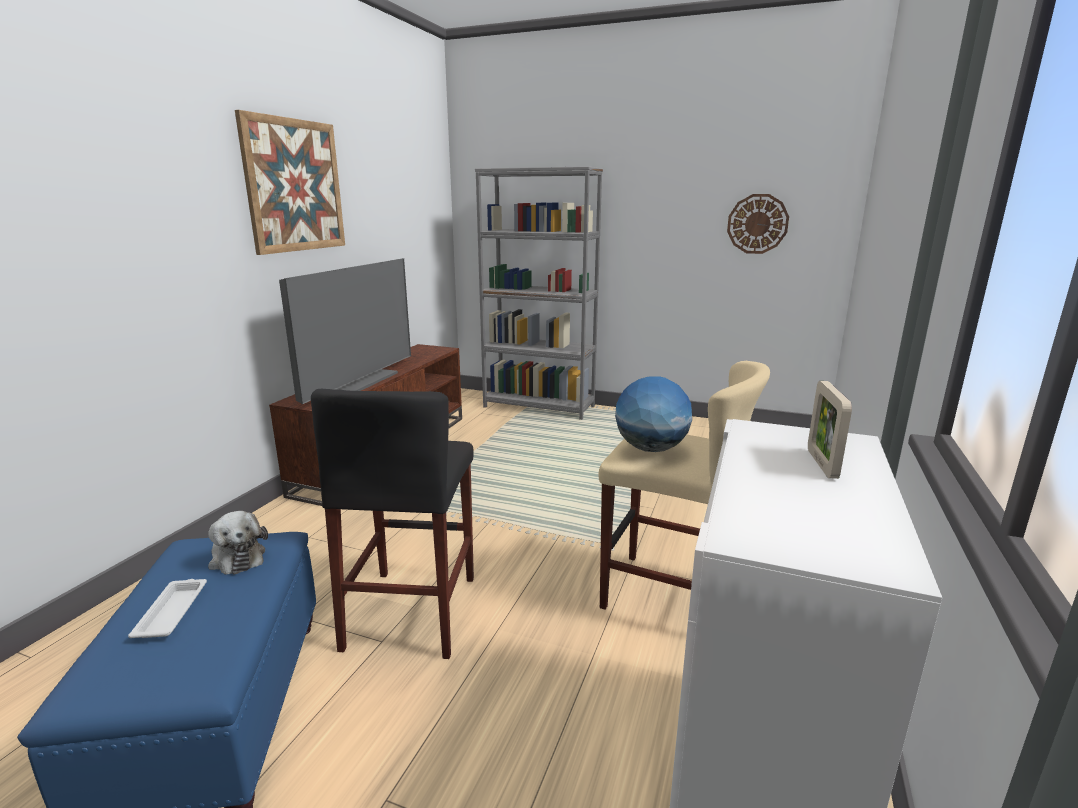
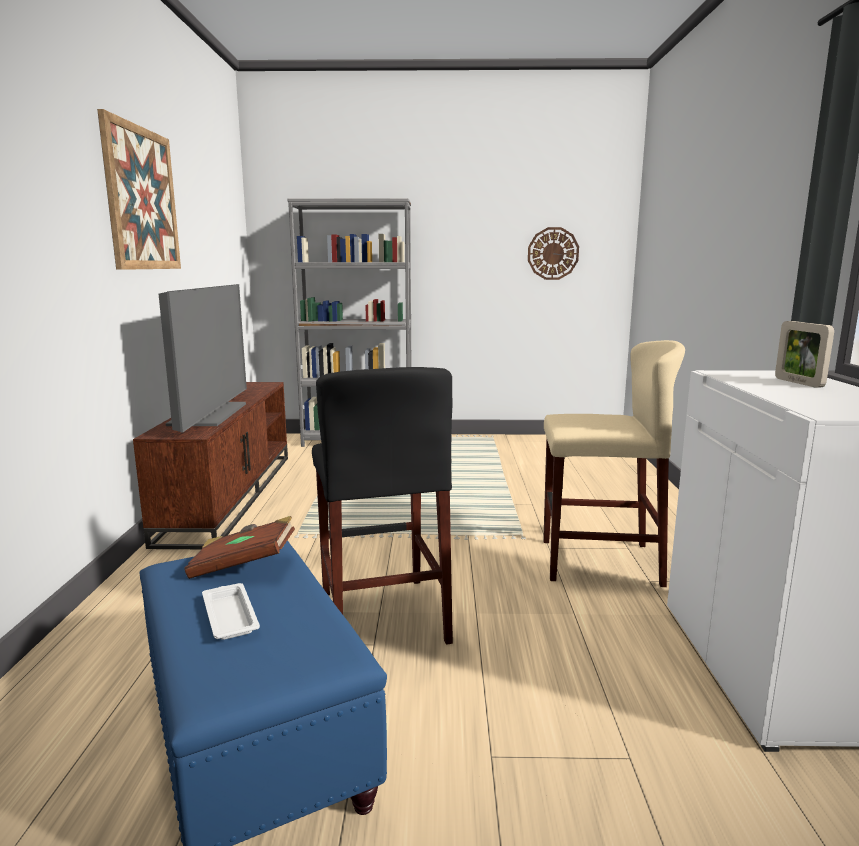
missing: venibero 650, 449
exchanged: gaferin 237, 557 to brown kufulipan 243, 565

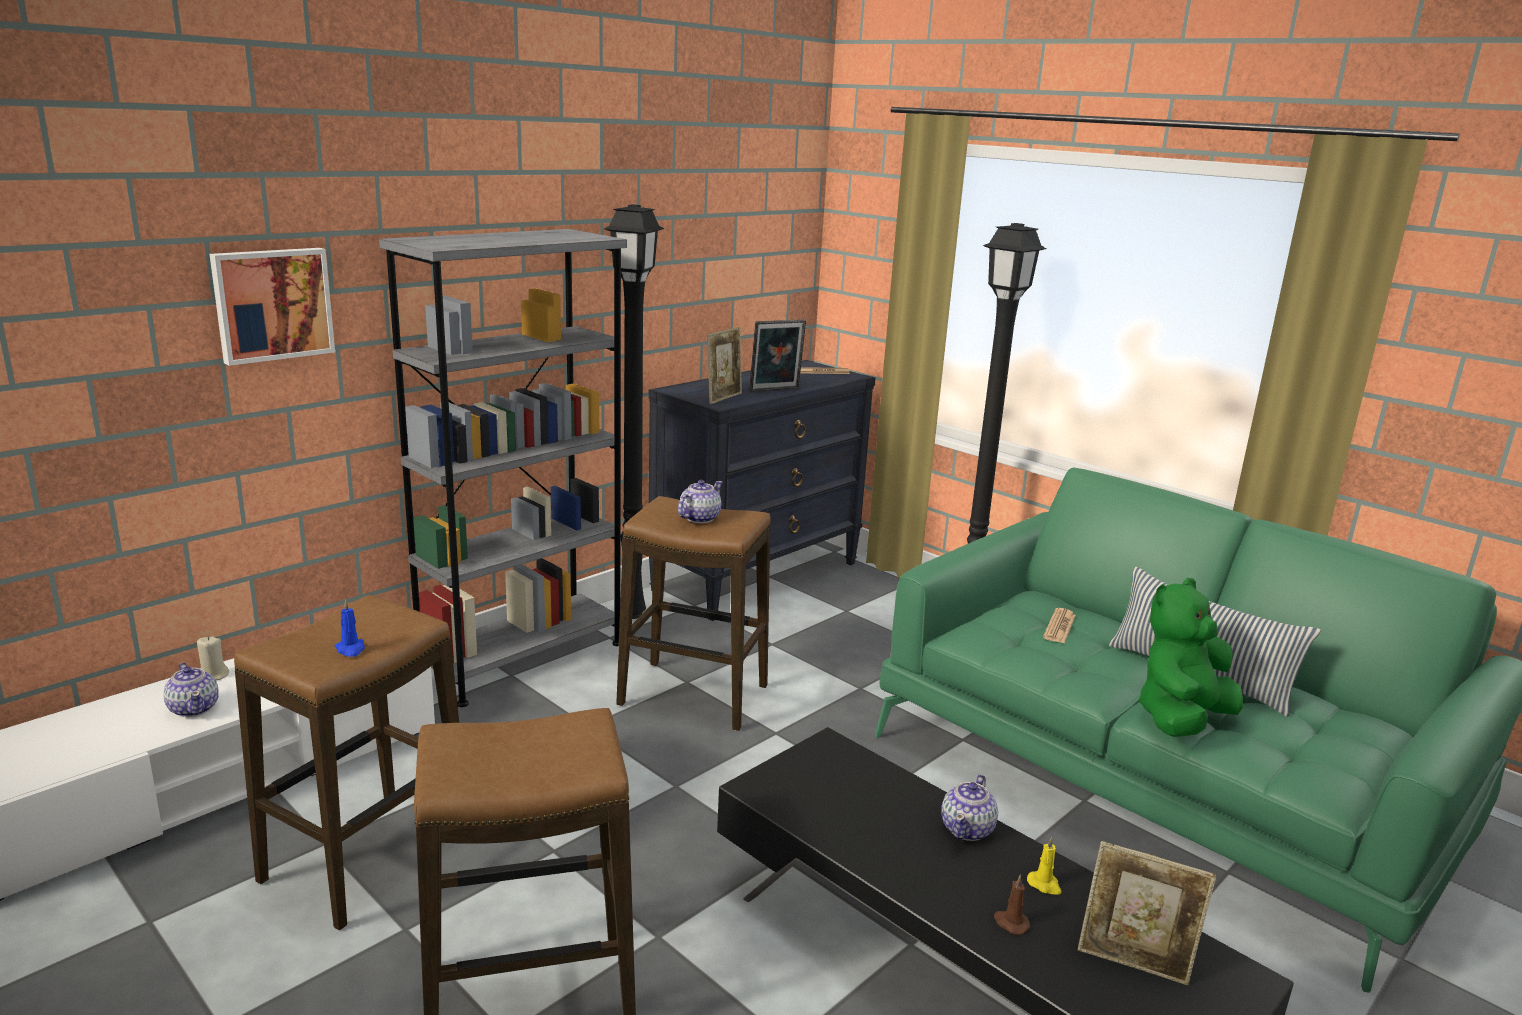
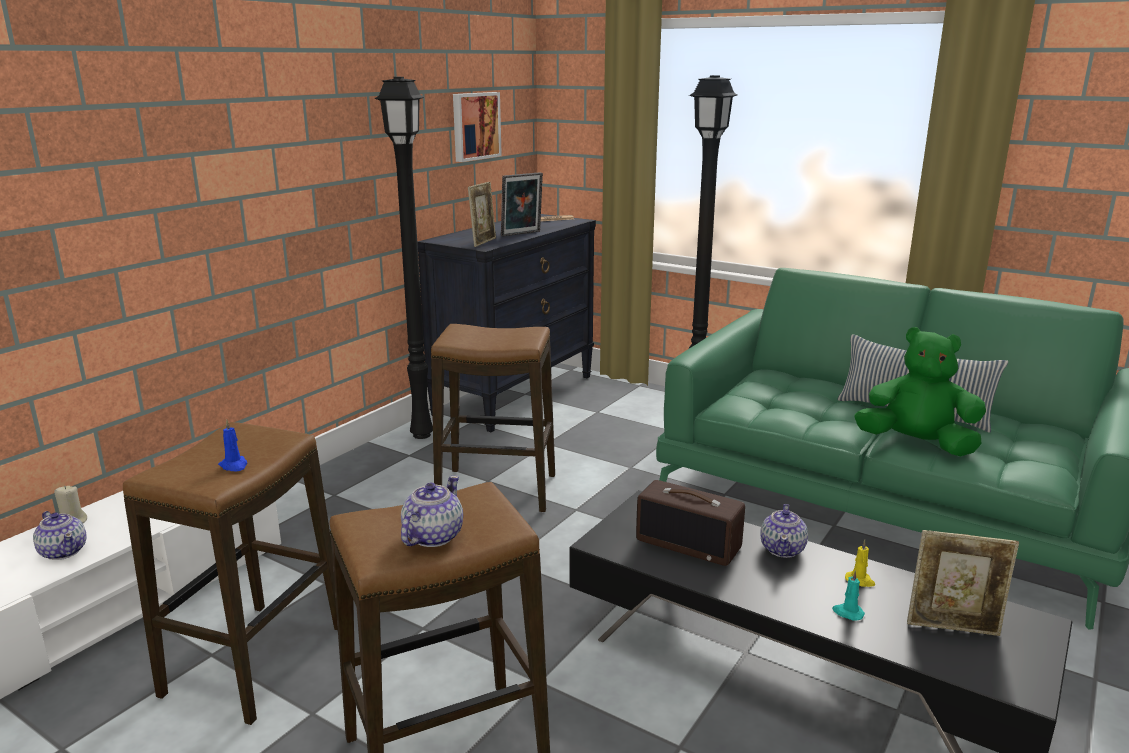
missing: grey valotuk 522, 658; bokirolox 1059, 626
appeared: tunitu 689, 543
relocated: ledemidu 272, 304 to 475, 126; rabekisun 699, 518 to 432, 536
colour: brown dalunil 1010, 923 to turquoise dalunil 847, 613
spun: green gaferin 1181, 720 = 916, 444 75 degrees clockwise

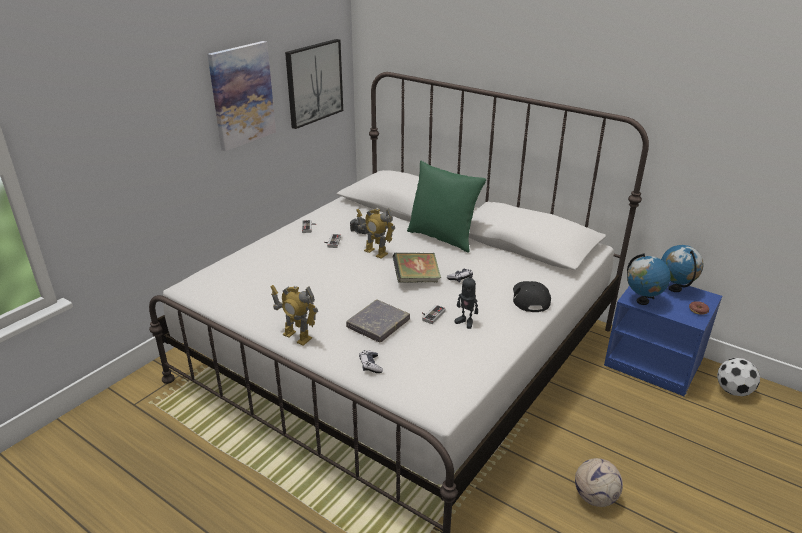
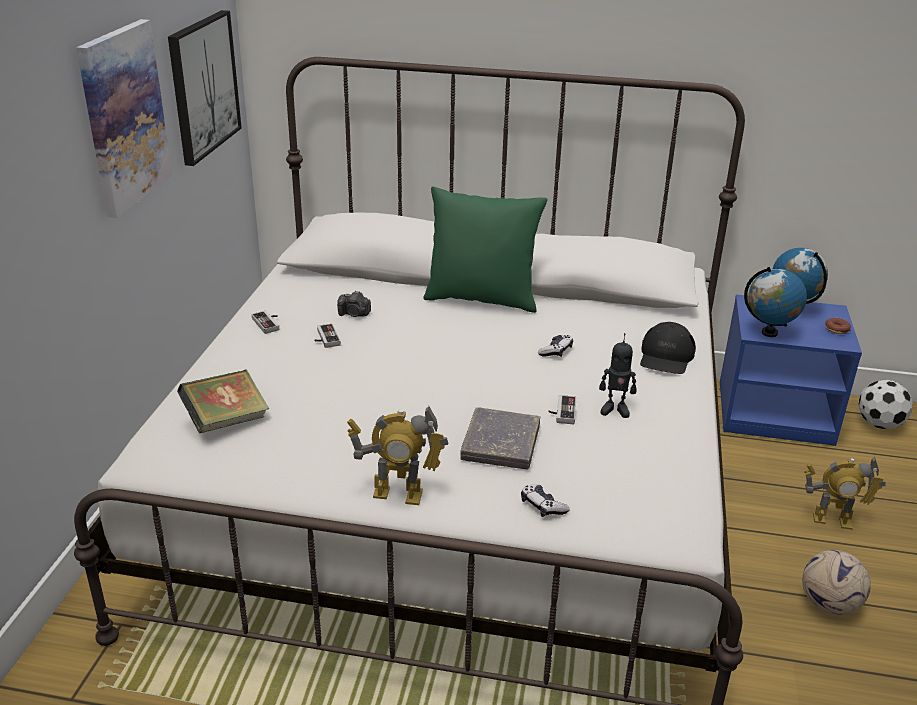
relocated: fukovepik 375, 252 to 832, 520; kufulipan 416, 280 to 226, 421
spun: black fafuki 530, 298 = 666, 357 135 degrees counterclockwise

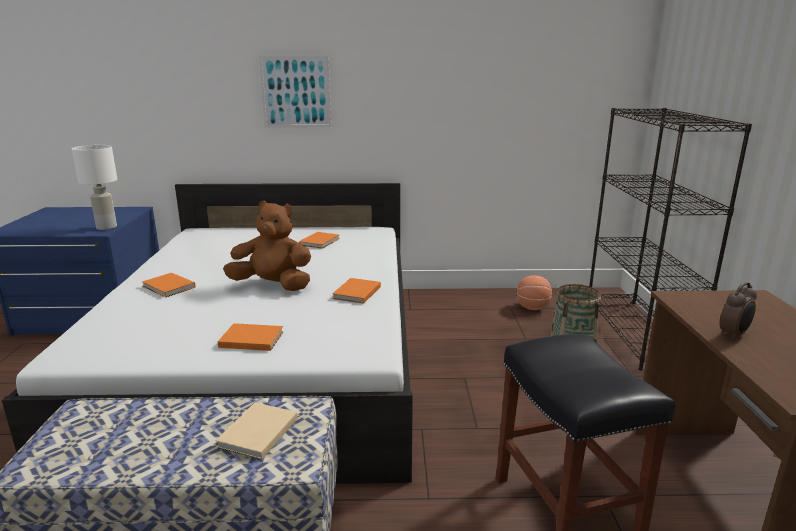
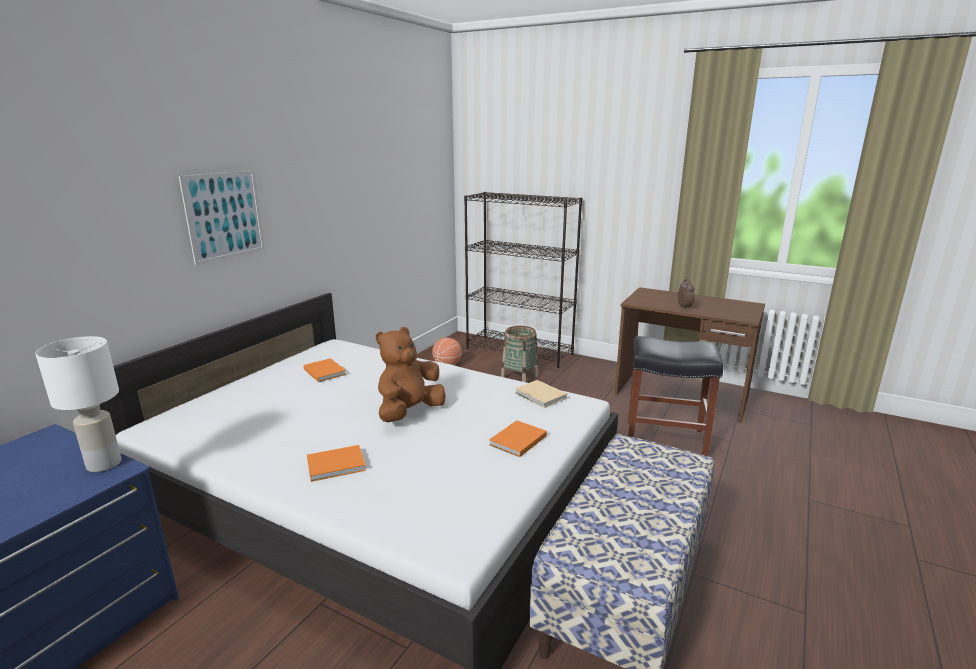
missing: orange kufulipan 355, 293
relocated: beige kufulipan 256, 433 to 541, 396

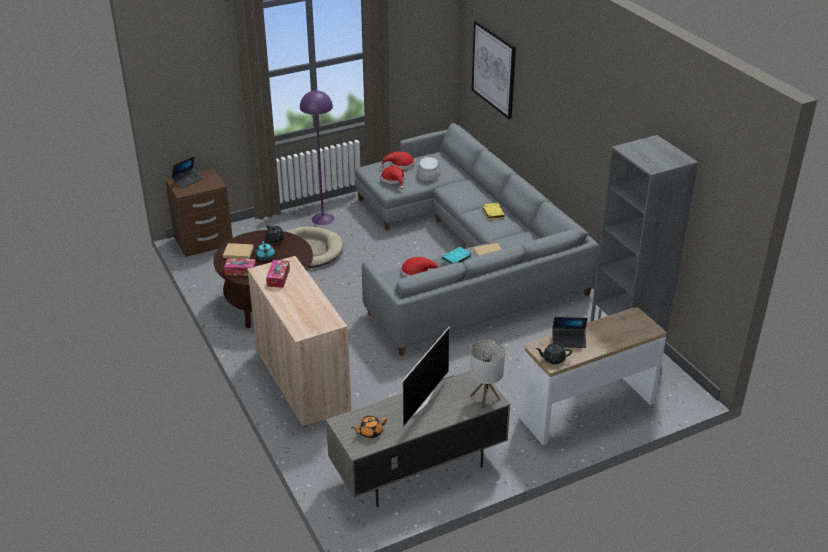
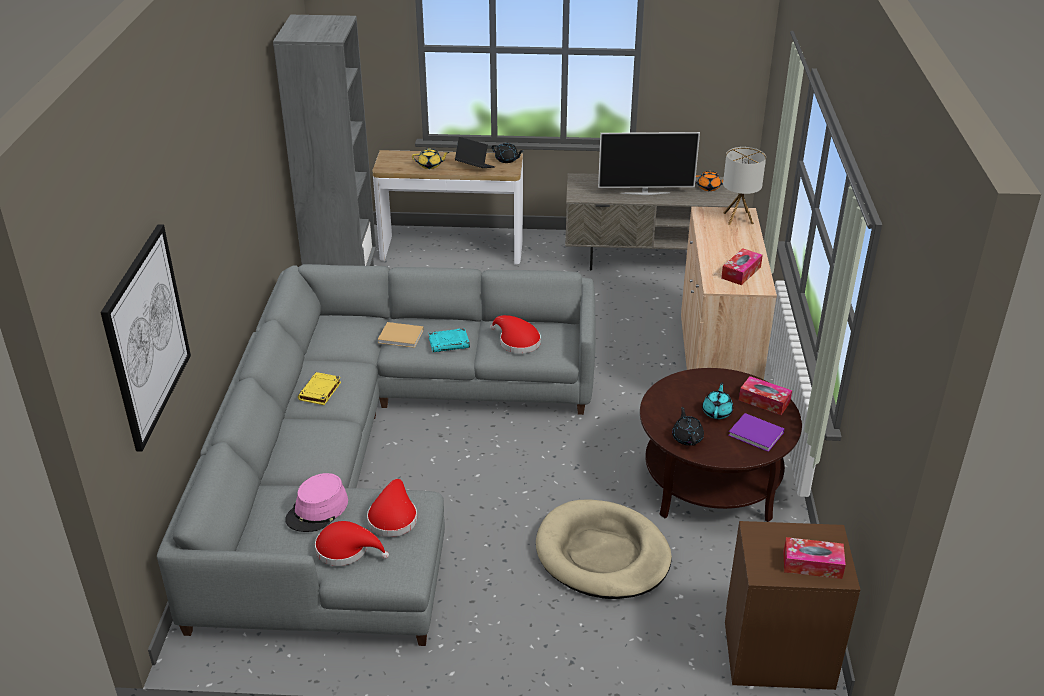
missing: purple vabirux 323, 218
appeared: yellow rabekisun 430, 165
relocated: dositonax 485, 398 to 738, 218
exchanged: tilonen 188, 180 to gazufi 812, 564
colour: beige kufulipan 237, 252 to purple kufulipan 757, 434; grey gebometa 428, 172 to pink gebometa 317, 510
spun: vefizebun 422, 403 = 645, 192 150 degrees counterclockwise

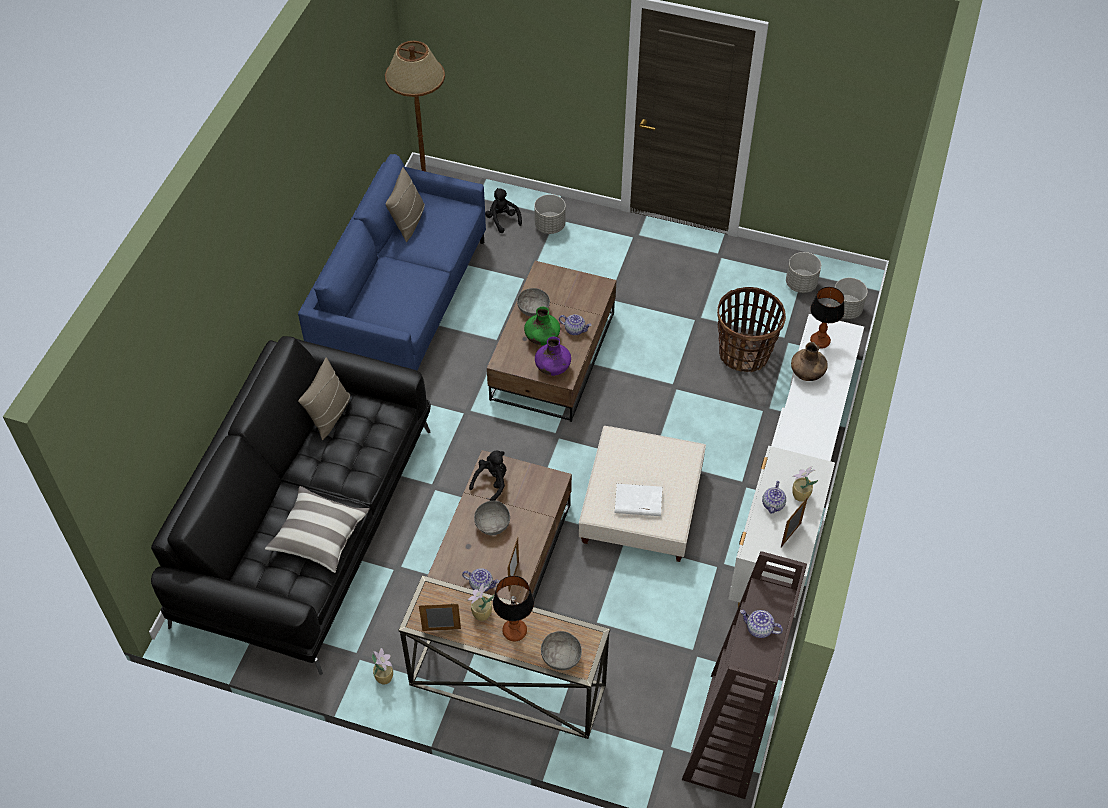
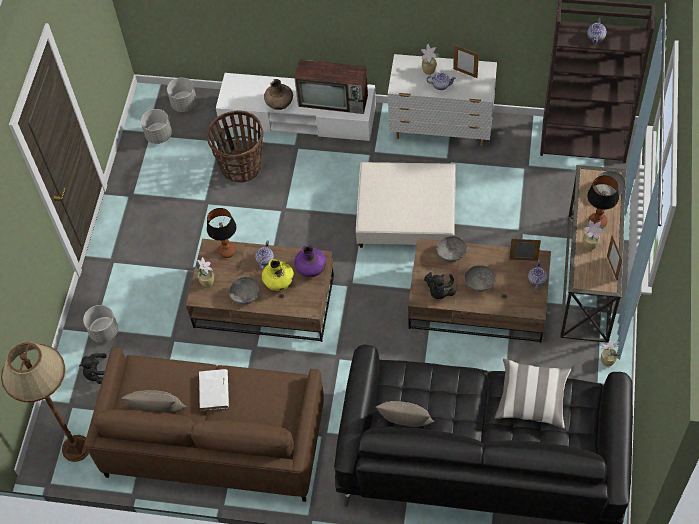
appeared: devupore 207, 281; vefizebun 334, 101; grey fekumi 451, 254
relocated: white kufulipan 637, 502 to 214, 391; dositonax 820, 341 to 227, 251
colour: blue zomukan 402, 301 to brown zomukan 214, 439; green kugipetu 542, 338 to yellow kugipetu 279, 282
spun: black gaferin 492, 482 = 439, 291 105 degrees counterclockwise

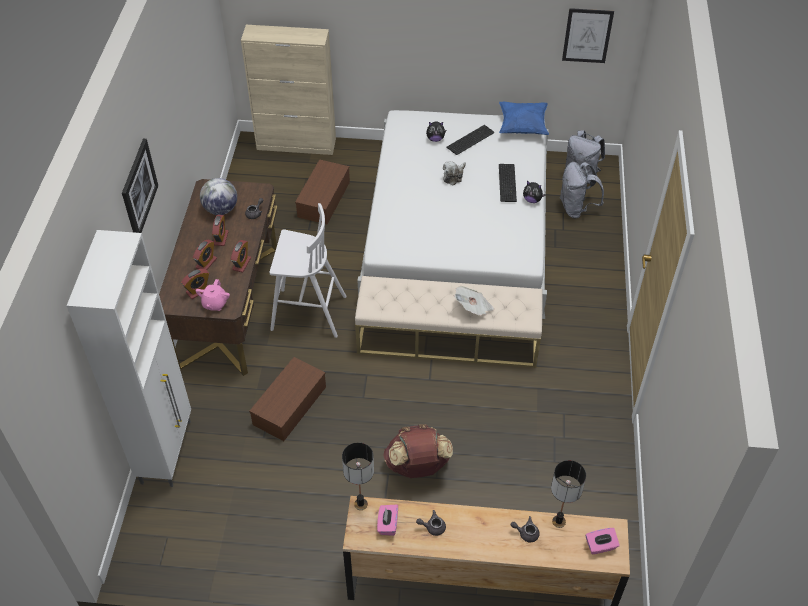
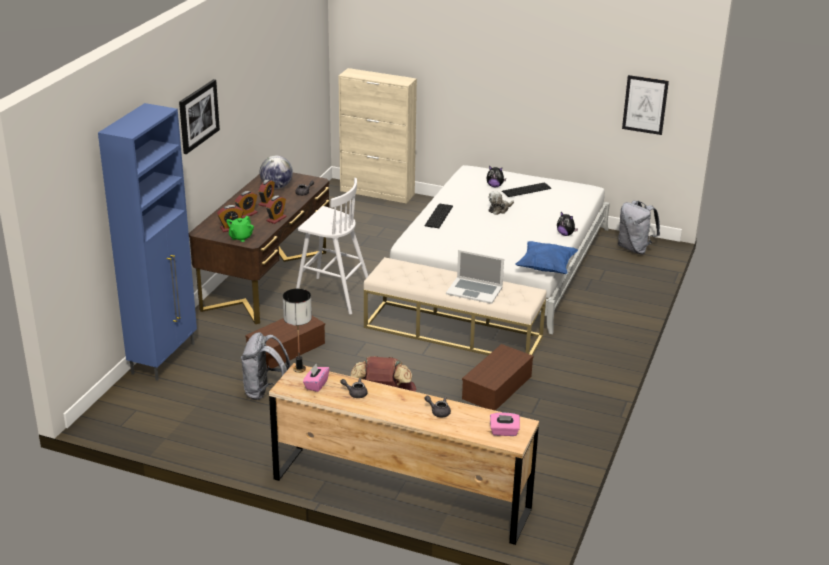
missing: dositonax 558, 521
relocated: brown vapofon 324, 200 to 497, 388; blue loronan 522, 126 to 546, 268; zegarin 508, 182 to 440, 216; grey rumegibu 576, 208 to 264, 391
exchanged: bokirolox 473, 308 to tilonen 474, 290
colour: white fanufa 167, 451 to blue fanufa 164, 358; pink rabekisun 214, 304 to green rabekisun 240, 237

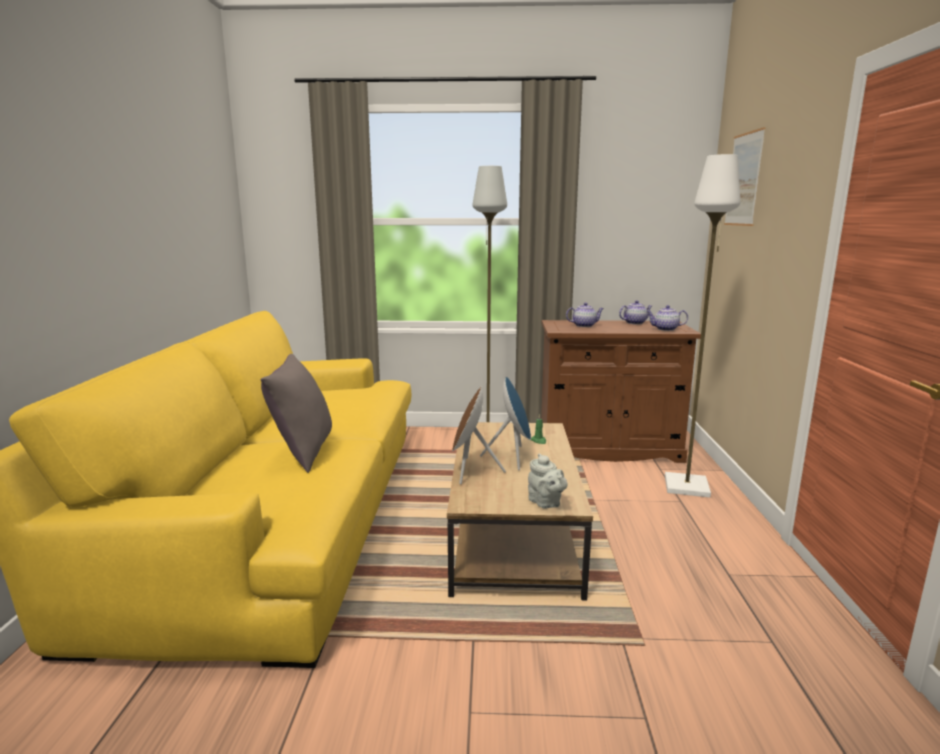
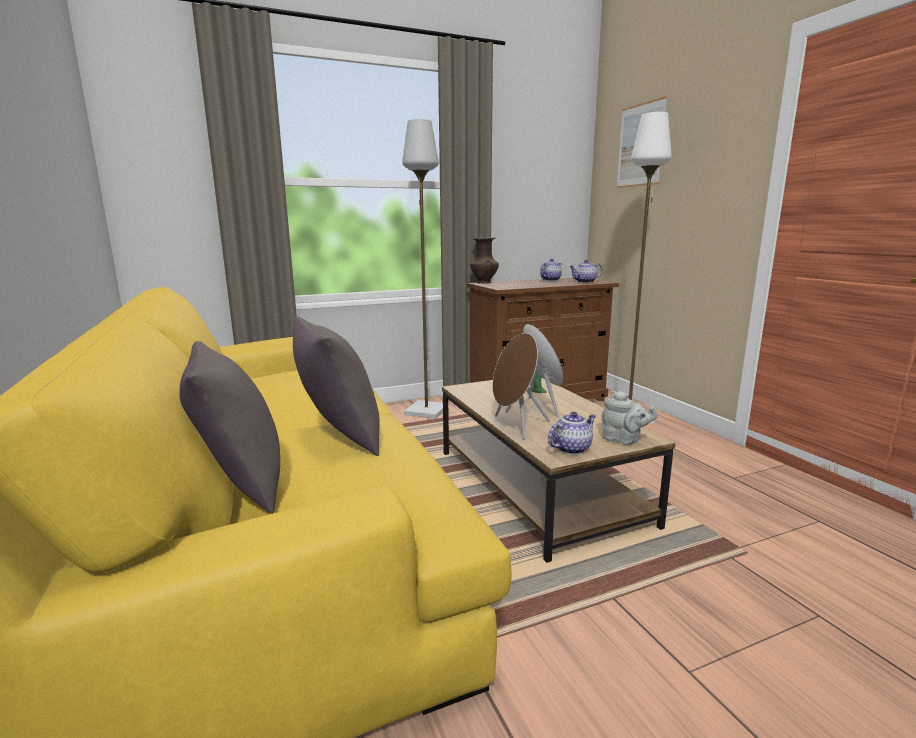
appeared: grey loronan 240, 485; brown kugipetu 484, 283
relocated: rabekisun 584, 325 to 571, 448

